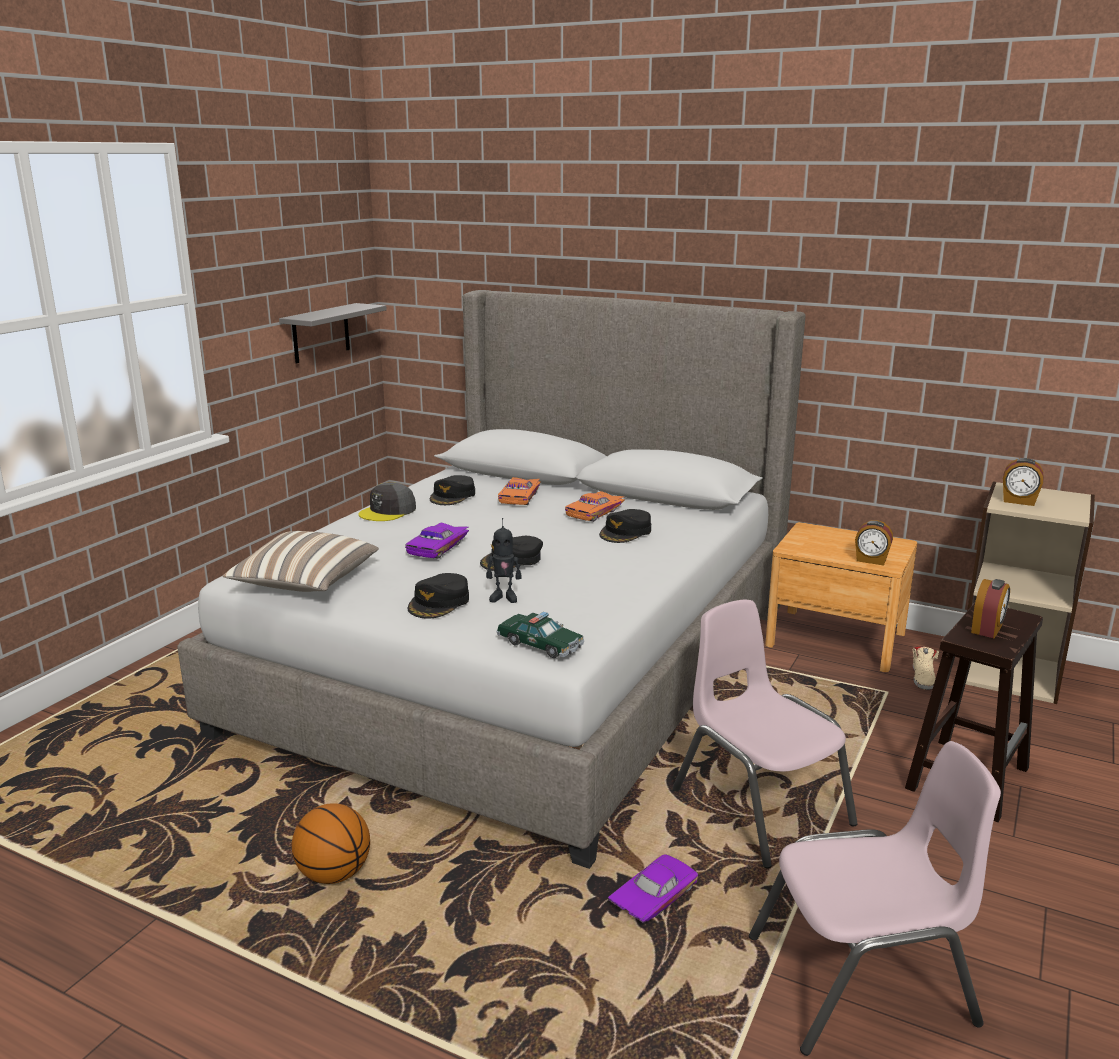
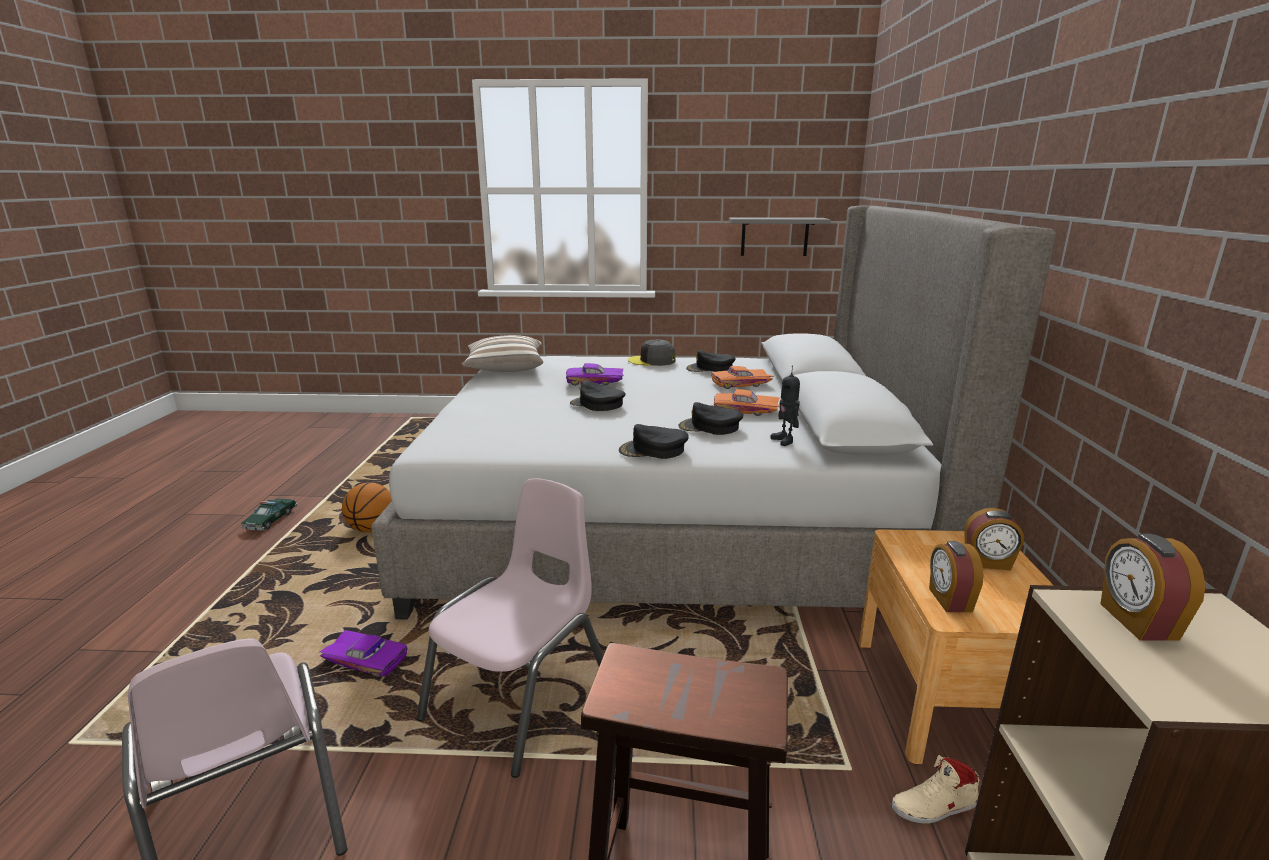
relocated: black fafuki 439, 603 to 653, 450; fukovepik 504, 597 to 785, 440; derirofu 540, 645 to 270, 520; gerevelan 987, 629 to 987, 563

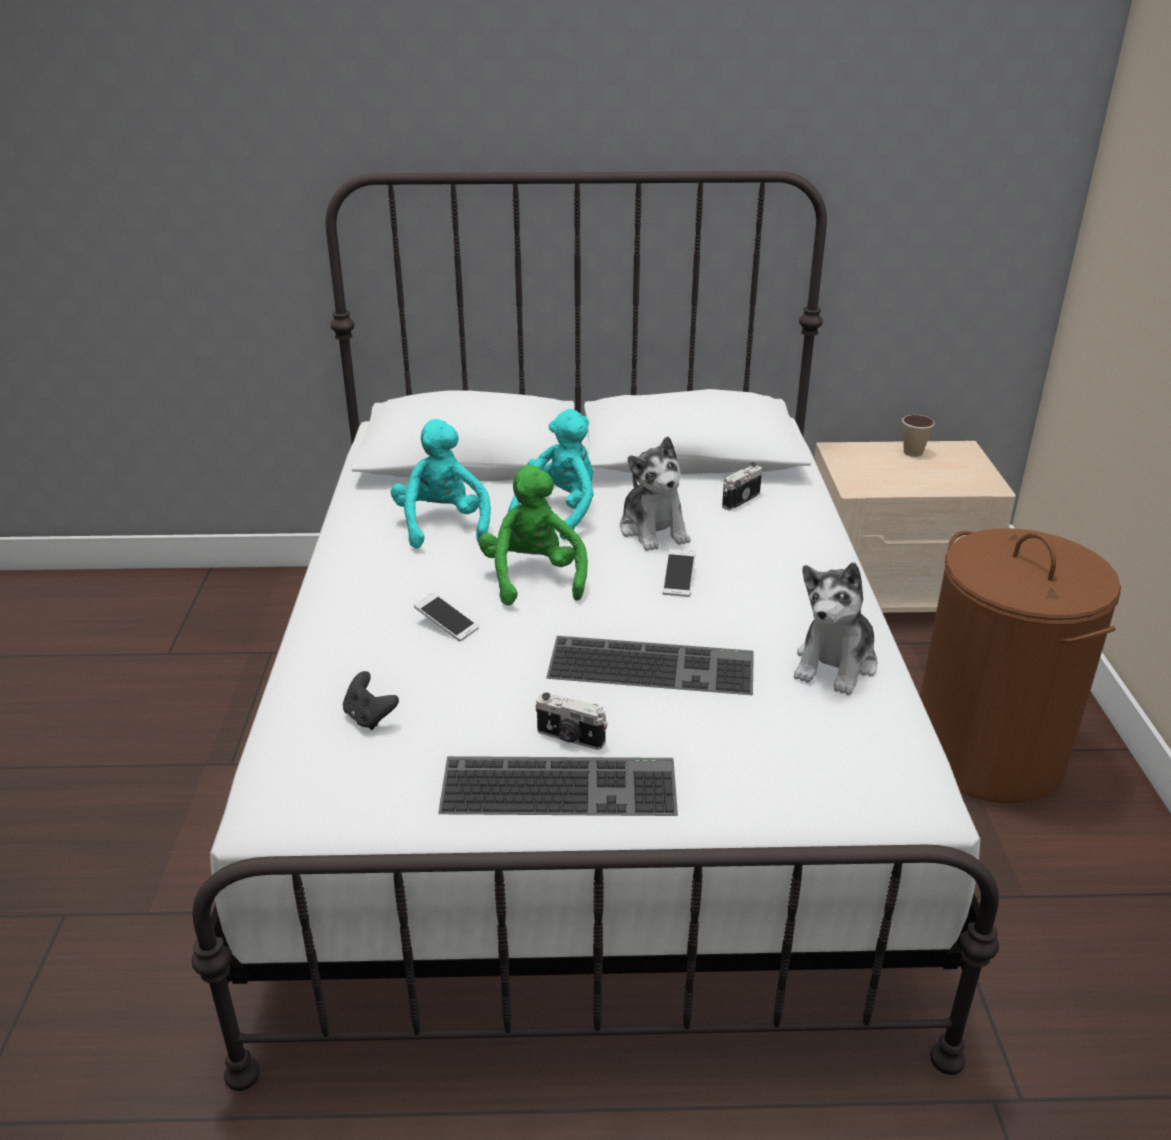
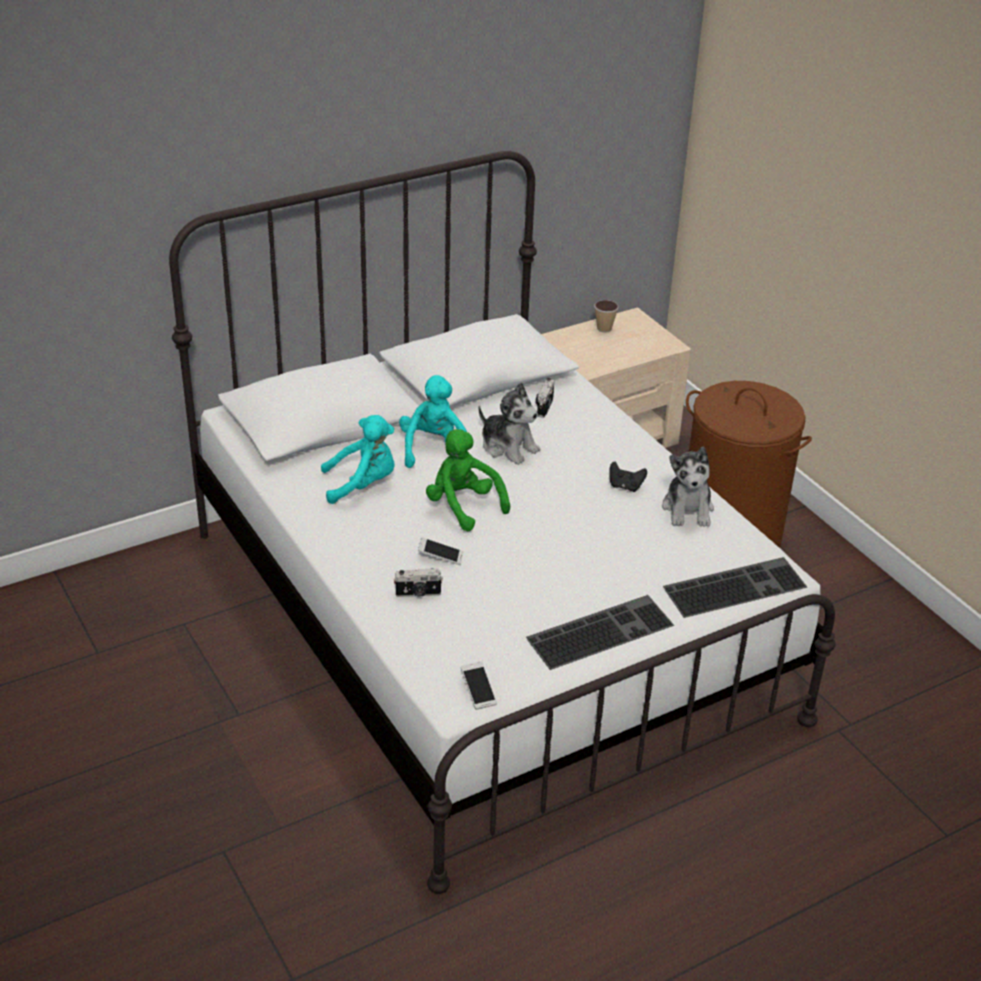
relocated: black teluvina 369, 717 to 625, 486; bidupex 570, 738 to 418, 594; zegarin 653, 664 to 735, 586; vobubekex 678, 580 to 478, 691
spun: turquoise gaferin 442, 525 = 362, 484 120 degrees clockwise

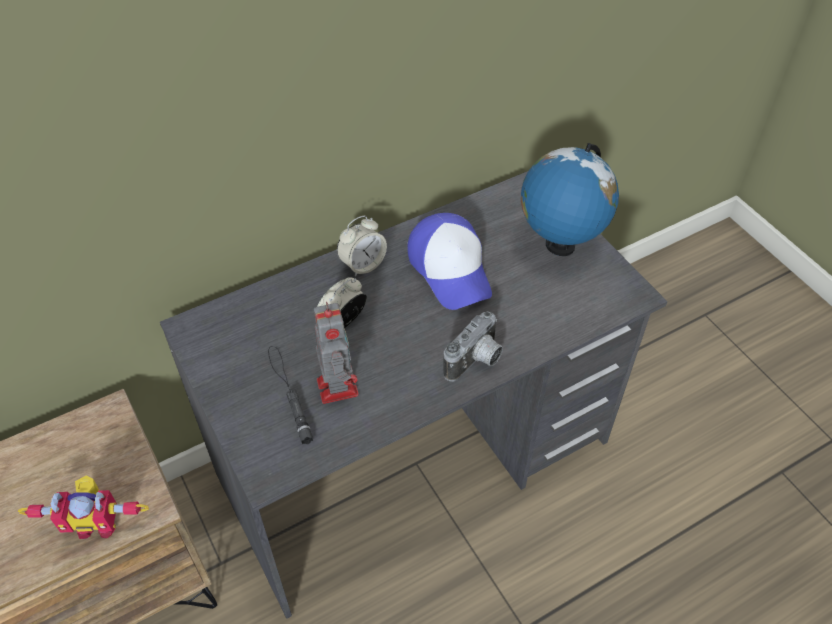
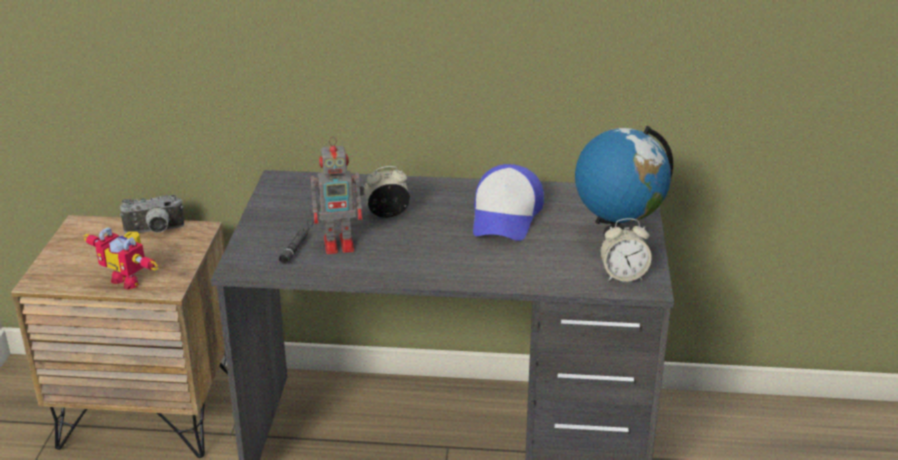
relocated: gerevelan 362, 264 to 623, 275; bidupex 476, 361 to 155, 232
spun: fukovepik 337, 385 = 341, 244 60 degrees clockwise

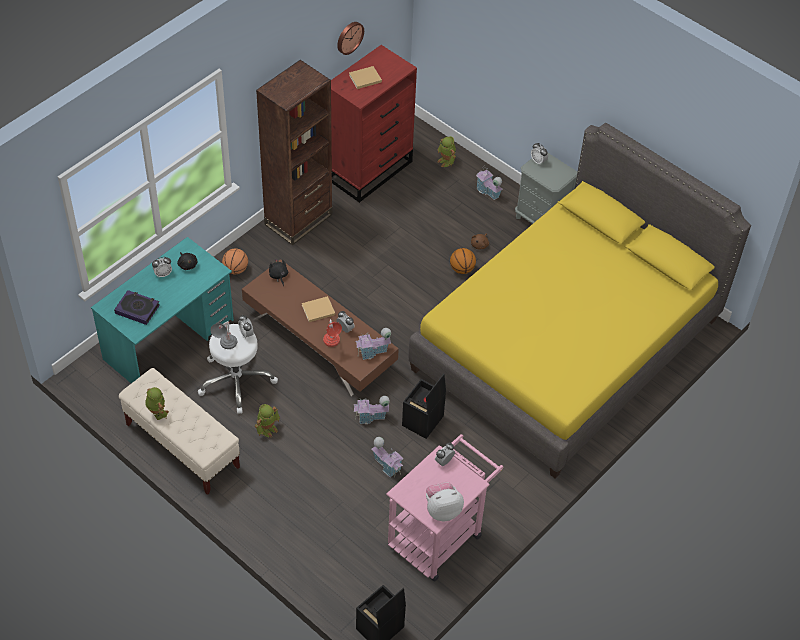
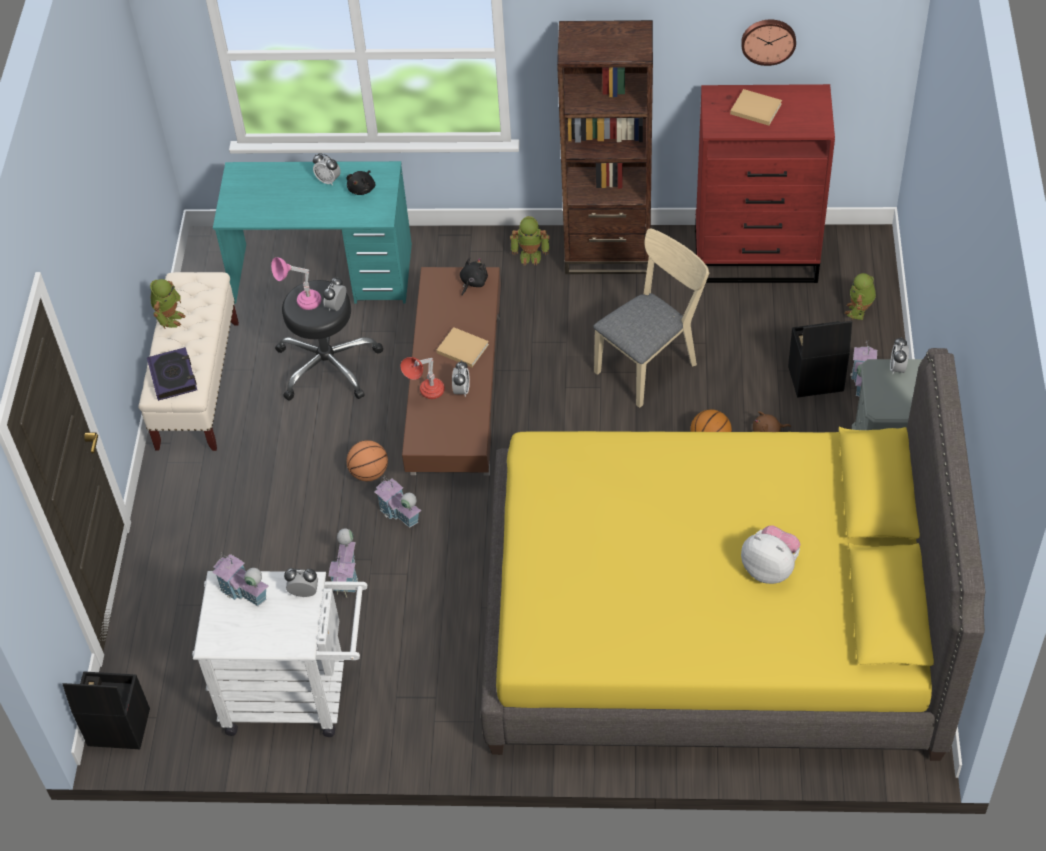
appeared: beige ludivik 651, 363
relocated: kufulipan 137, 309 to 173, 377; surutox 235, 269 to 369, 473; fukovepik 267, 428 to 531, 255; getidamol 373, 352 to 243, 592; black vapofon 423, 421 to 814, 379; gaferin 442, 510 to 770, 568
colour: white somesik 236, 380 to black somesik 327, 365; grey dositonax 226, 346 to pink dositonax 302, 303; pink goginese 440, 534 to white goginese 298, 694

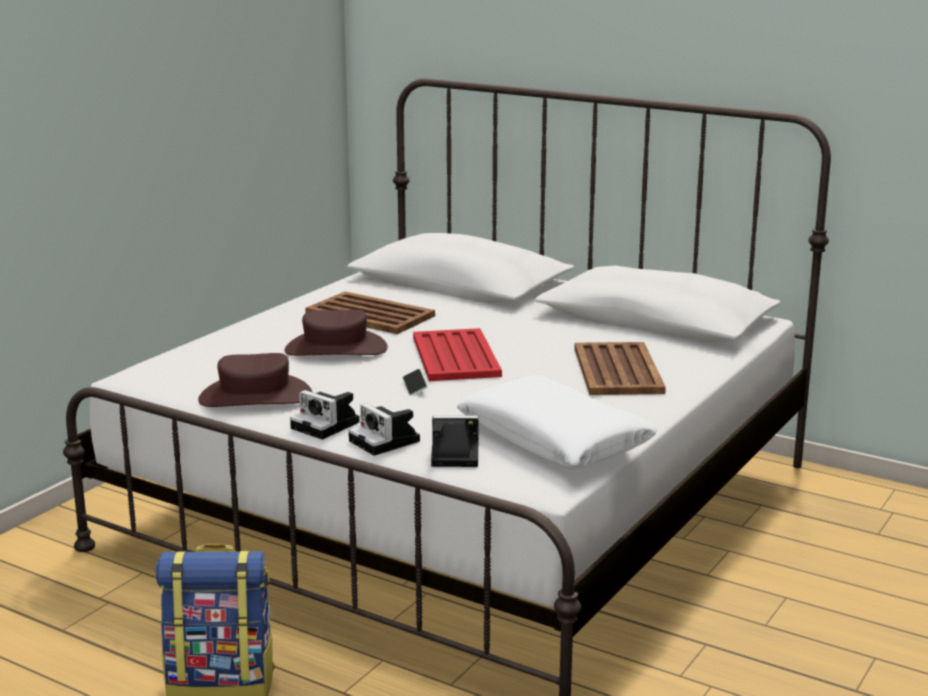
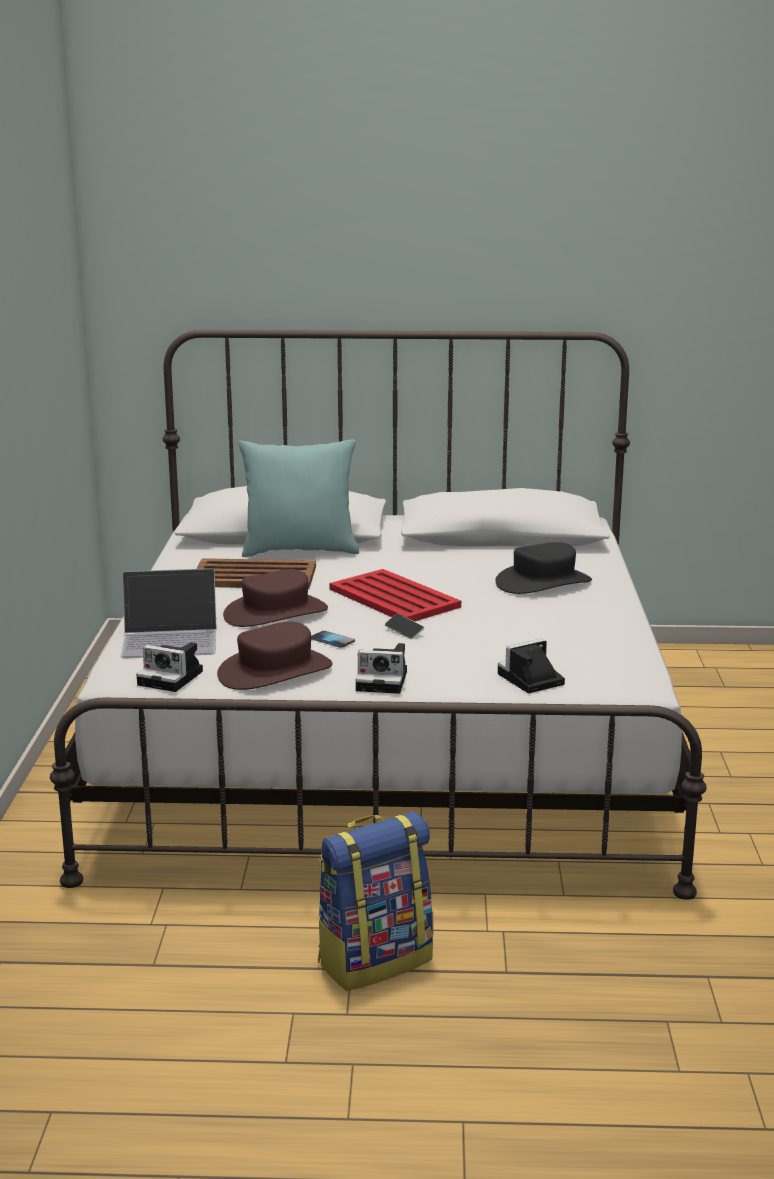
missing: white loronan 554, 440
appeared: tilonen 170, 638; turquoise loronan 300, 550; vobubekex 332, 640
relocated: bidupex 386, 442 to 173, 678
exchanged: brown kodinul 618, 370 to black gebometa 543, 582

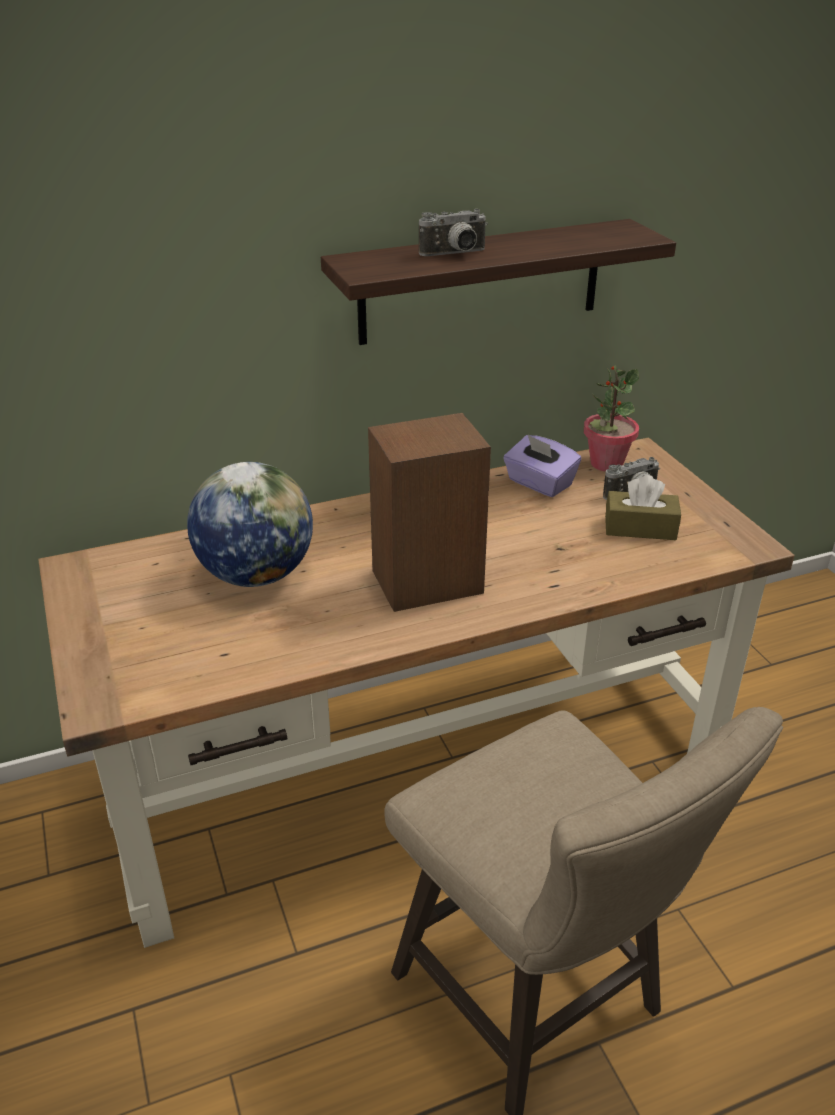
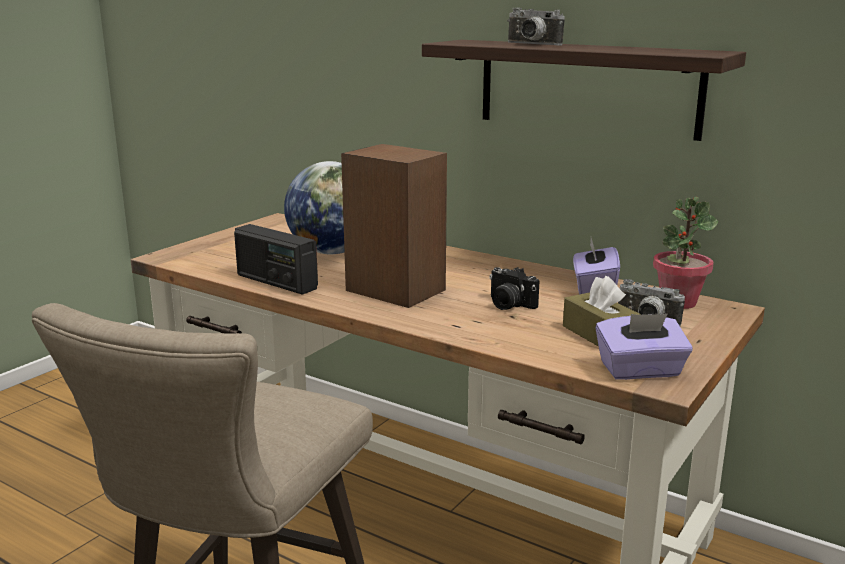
appeared: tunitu 276, 282; bidupex 508, 305; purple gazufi 640, 371

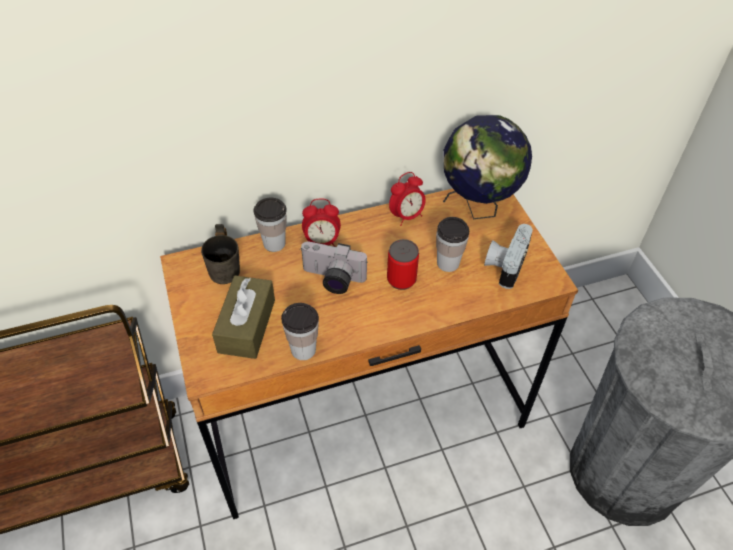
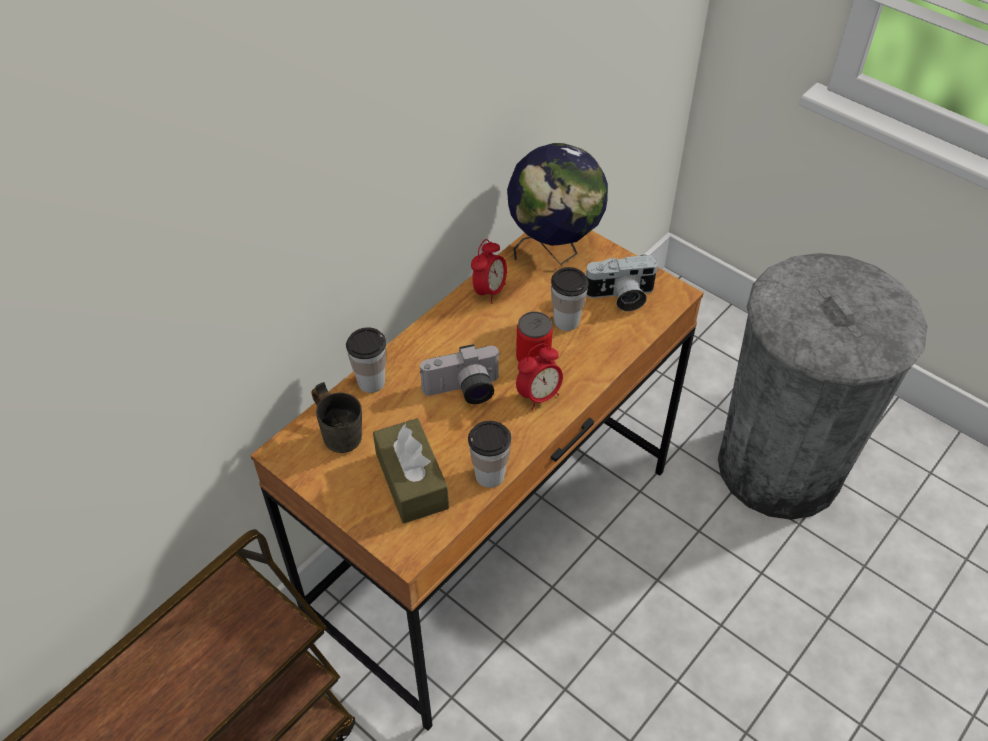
relocated: gerevelan 322, 242 to 539, 396
spun: bidupex 505, 264 = 620, 297 90 degrees counterclockwise

